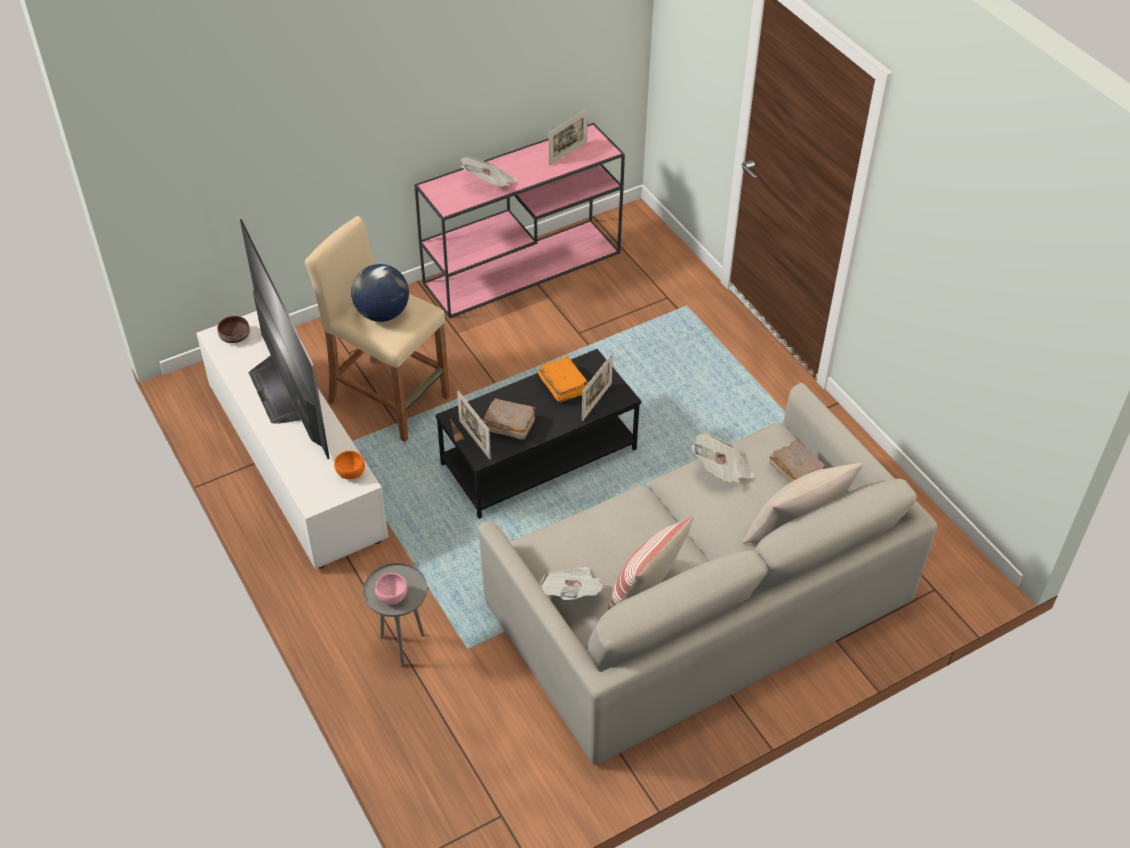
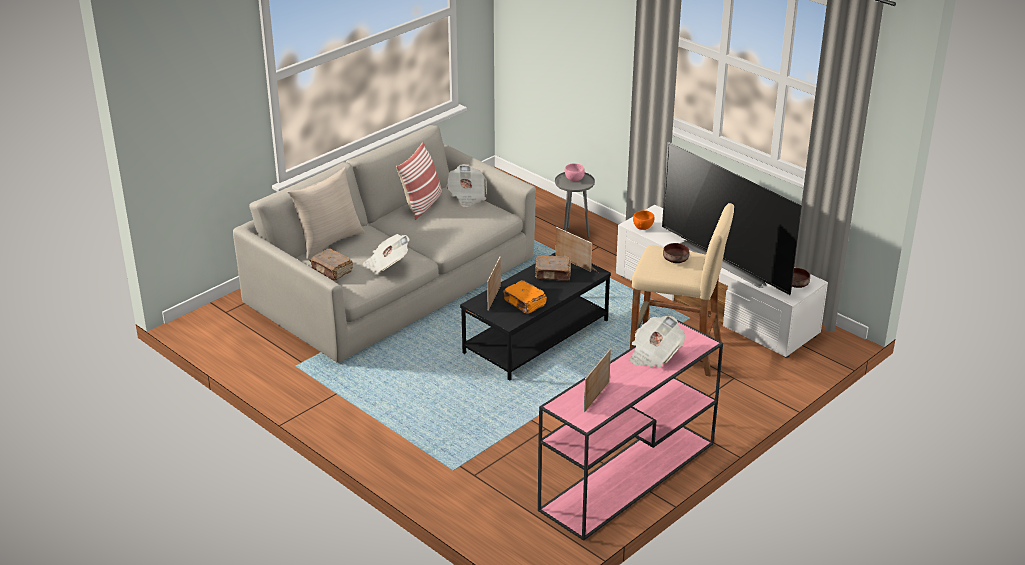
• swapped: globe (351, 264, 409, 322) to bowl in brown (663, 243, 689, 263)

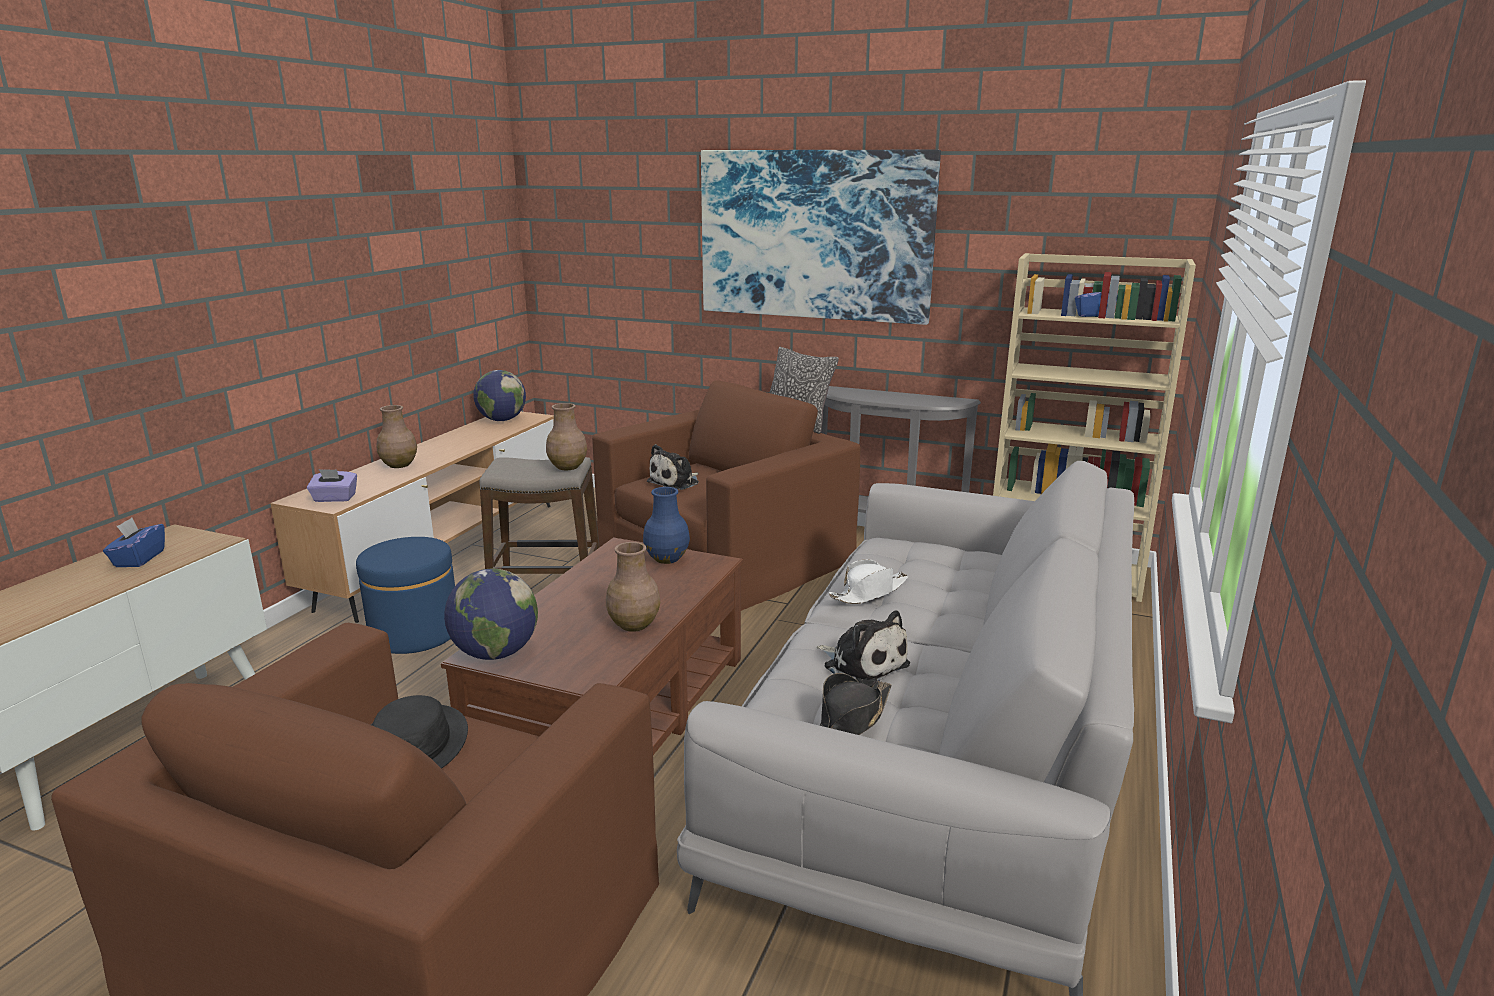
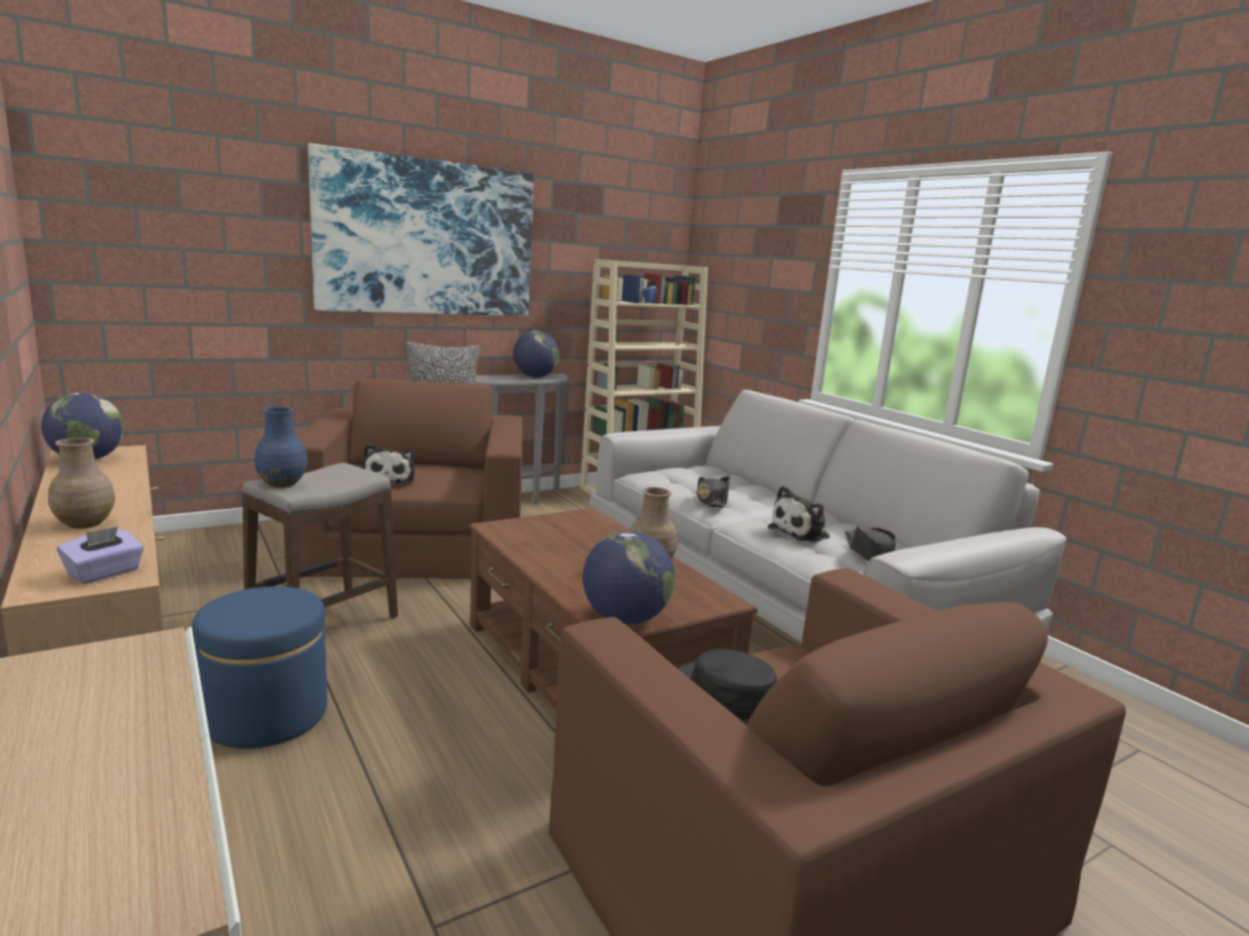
• shifted: vase in blue (643, 487, 690, 564) to (254, 407, 308, 488)
• new: globe (513, 331, 560, 378)
• repainted: hat in white (829, 559, 908, 604) to hat in black (696, 476, 730, 508)
• rotated: plush toy (817, 610, 910, 687) = (768, 486, 830, 543) 150 degrees clockwise
• gone: tissue box in blue (103, 518, 165, 567)
• gone: vase in brown (546, 403, 587, 470)

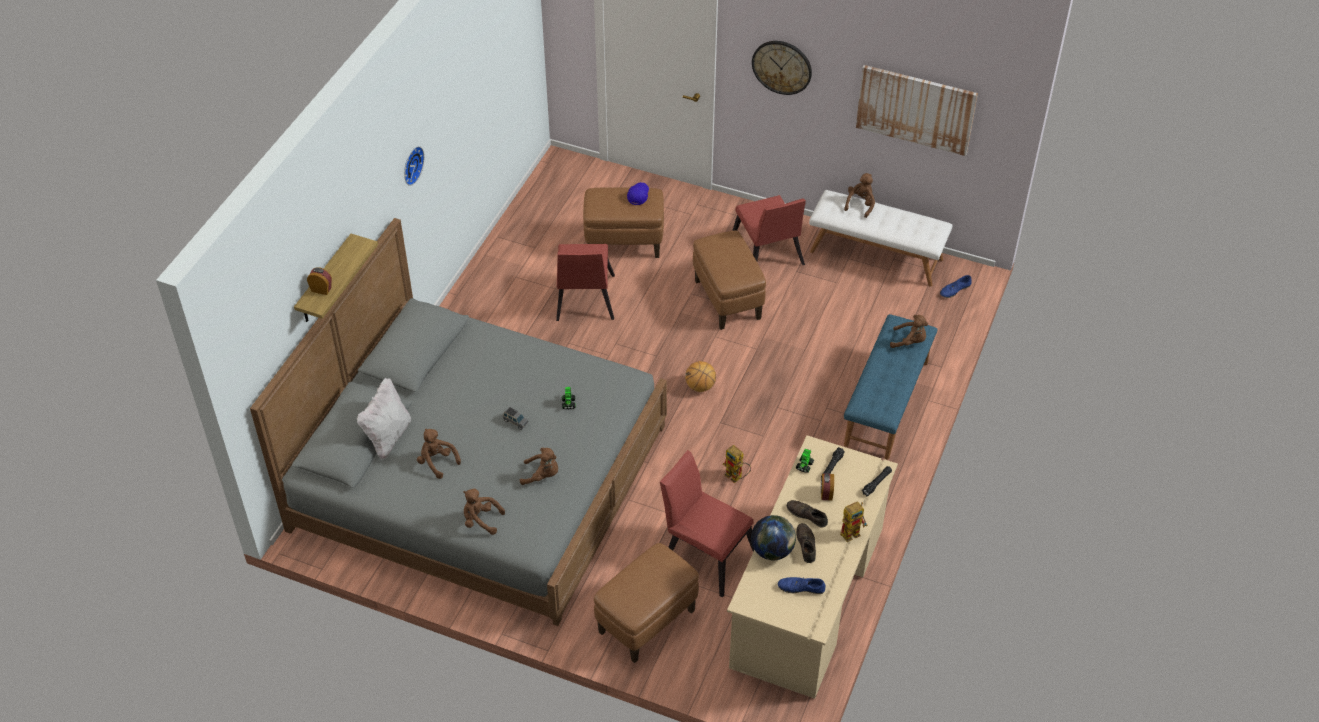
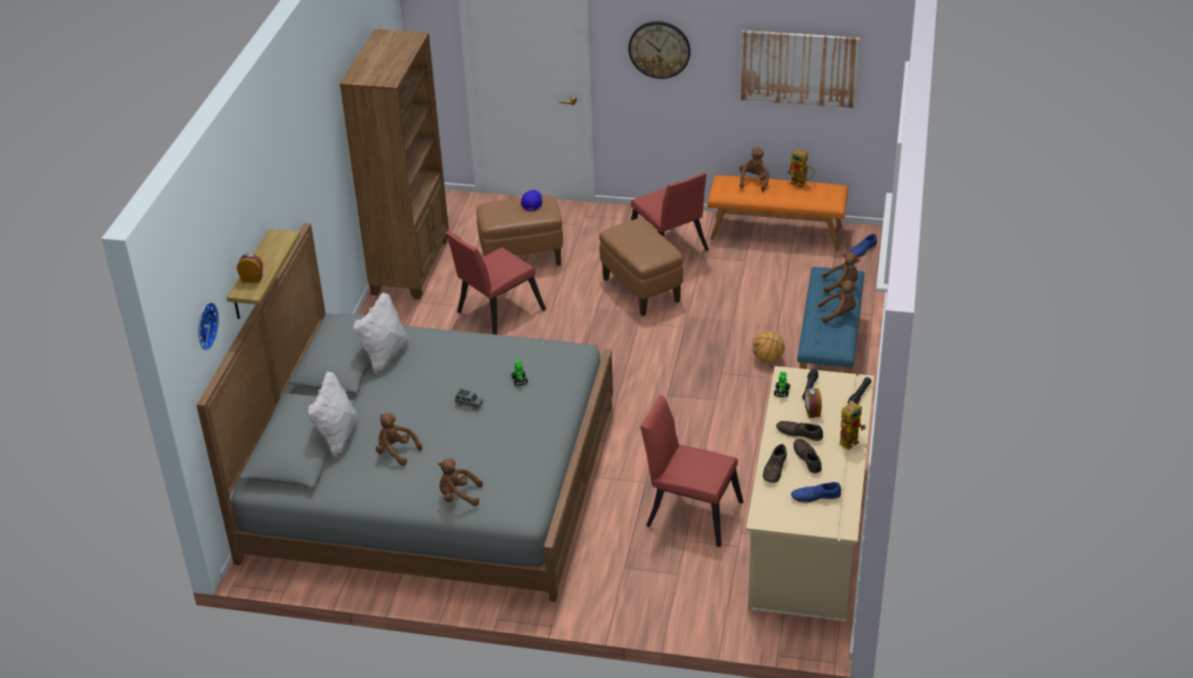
• shifted: wall clock (404, 146, 424, 186) to (198, 302, 219, 351)
• new: bookcase in brown (340, 29, 449, 300)
• new: pillow in white (353, 292, 409, 374)
• rotated: chair in red (556, 244, 615, 321) = (446, 232, 546, 335) 60 degrees clockwise
• repainted: bench in white (809, 190, 952, 287) to bench in orange (707, 175, 848, 251)
• shifted: basketball (685, 361, 716, 392) to (752, 331, 784, 363)
• swapped: globe (751, 515, 796, 560) to shoe in brown (763, 444, 787, 483)
• shifted: toy robot (723, 445, 751, 483) to (787, 149, 815, 188)
• shifted: plush toy in brown (520, 448, 558, 485) to (818, 280, 858, 323)
• gone: ottoman in brown (594, 543, 699, 663)

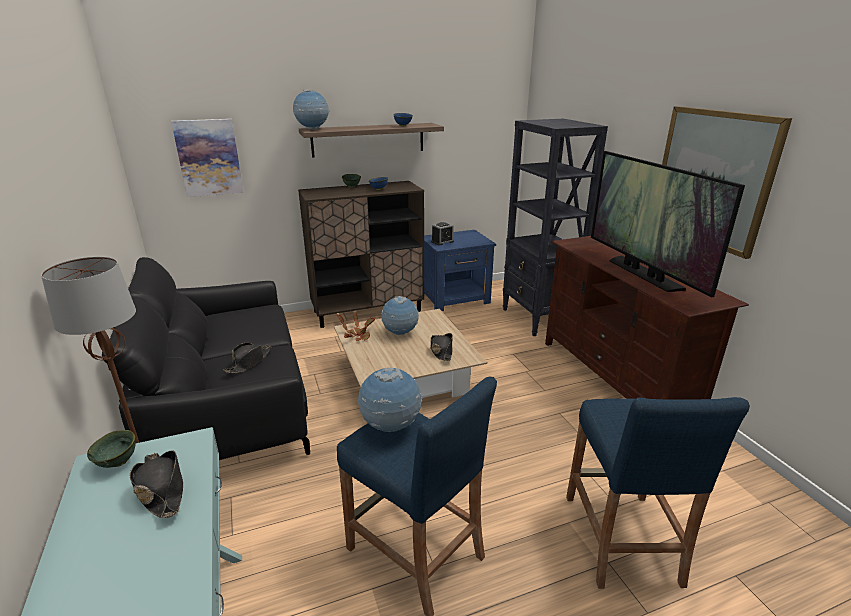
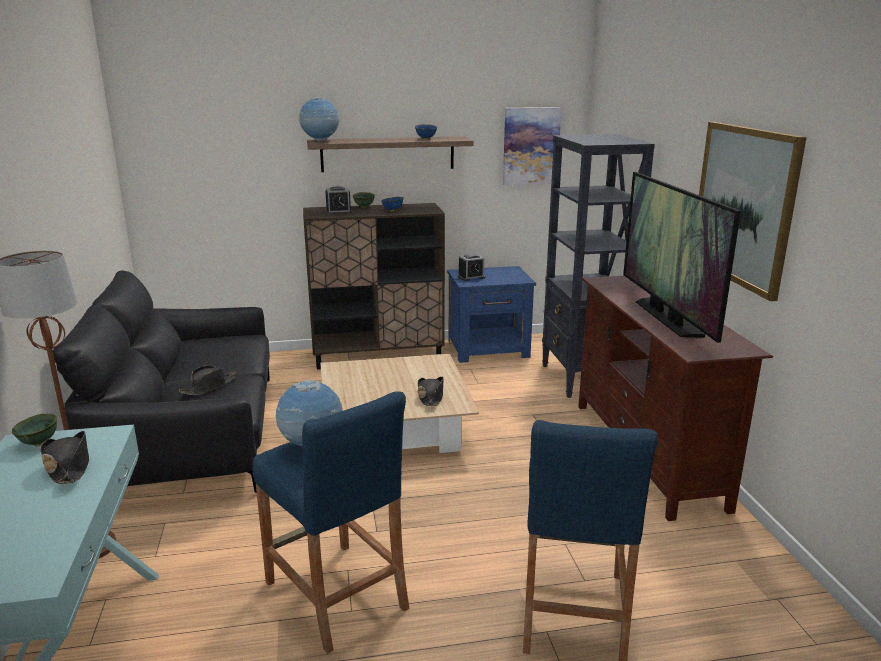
• new: alarm clock (325, 186, 352, 215)
• shifted: picture (171, 119, 244, 197) to (503, 107, 562, 185)
• gone: potted plant (337, 312, 375, 341)
• gone: globe (381, 296, 419, 335)

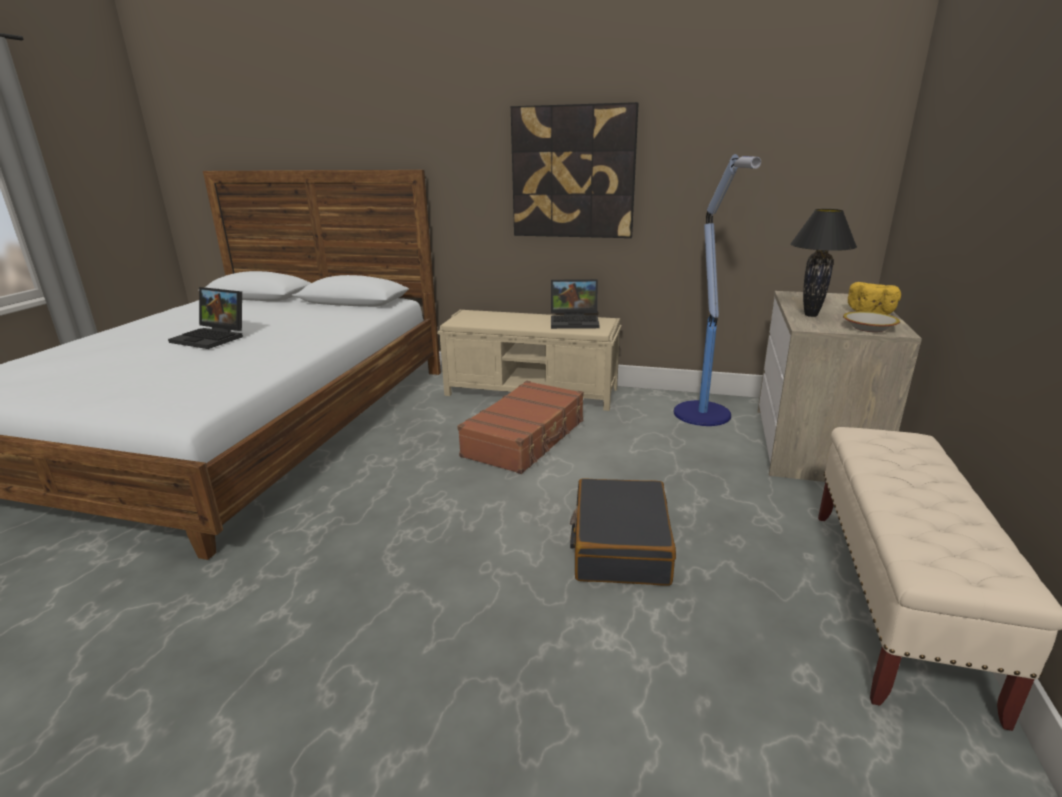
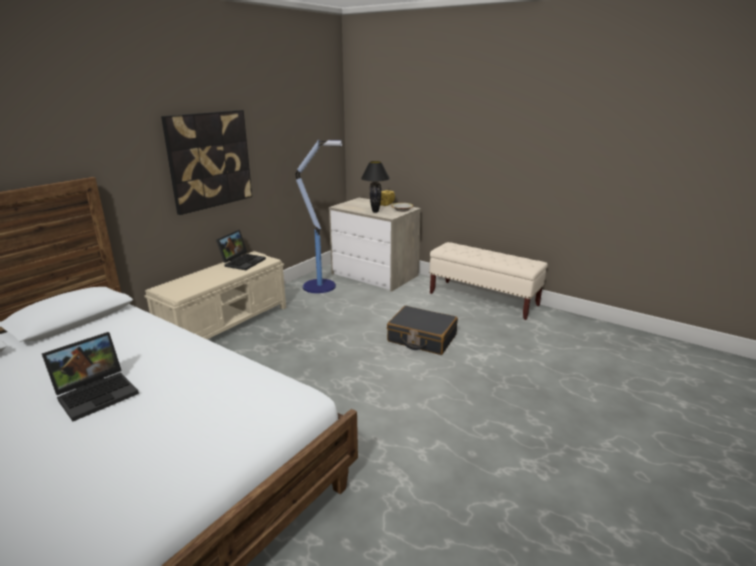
• gone: suitcase in brown (457, 381, 584, 474)

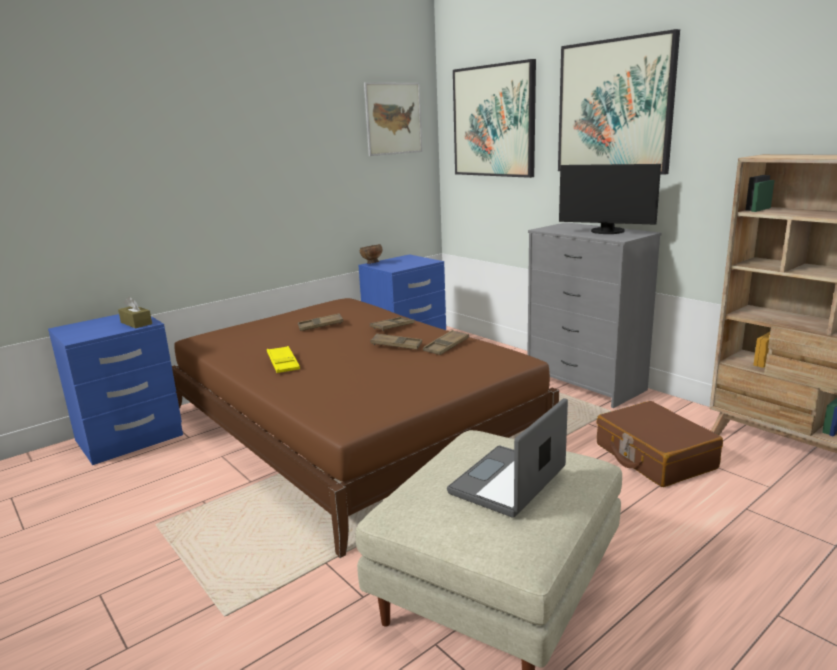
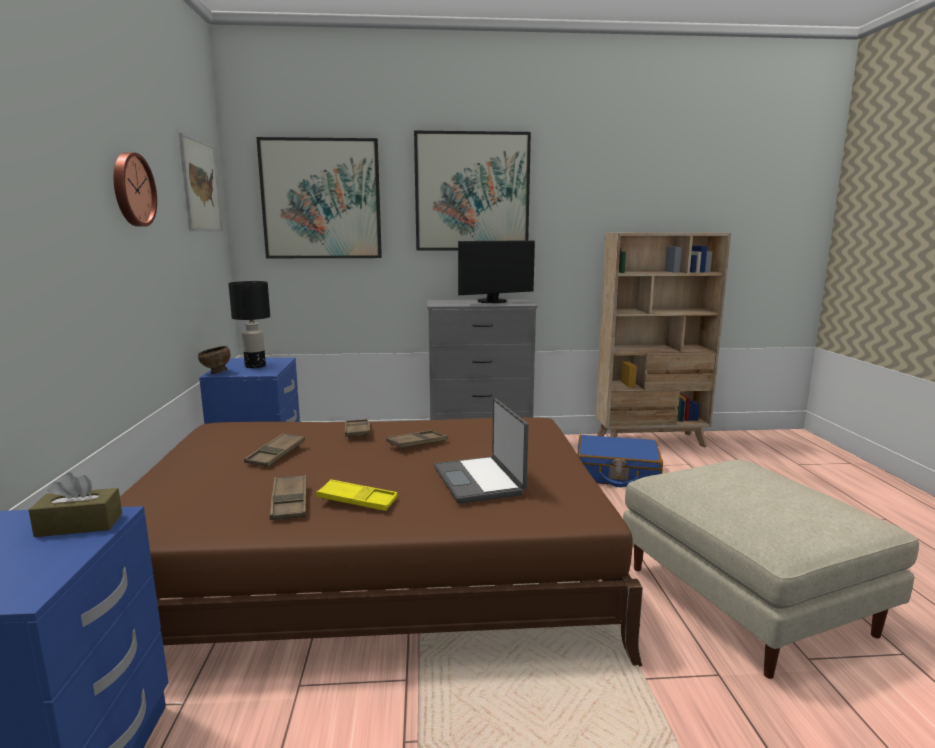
• new: wall clock (113, 152, 157, 227)
• new: table lamp in black (228, 281, 270, 368)
• shifted: tray in brown (423, 330, 469, 355) to (270, 475, 306, 520)
• shifted: laptop (447, 398, 568, 518) to (434, 399, 529, 504)
• repainted: suitcase in brown (597, 401, 723, 487) to suitcase in blue (578, 435, 663, 487)

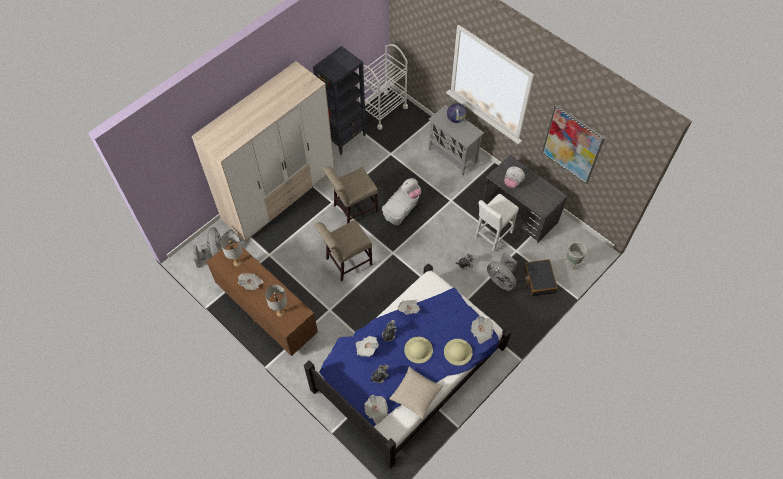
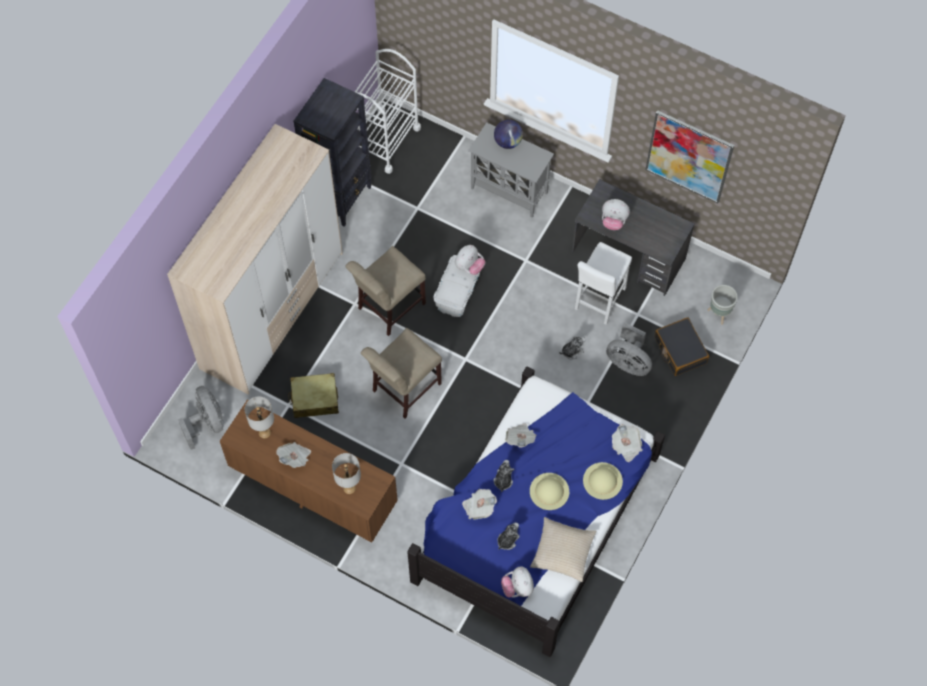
• new: suitcase in beige (288, 373, 339, 418)
• swapped: newspaper (364, 395, 389, 424) to plush toy (501, 566, 534, 598)

